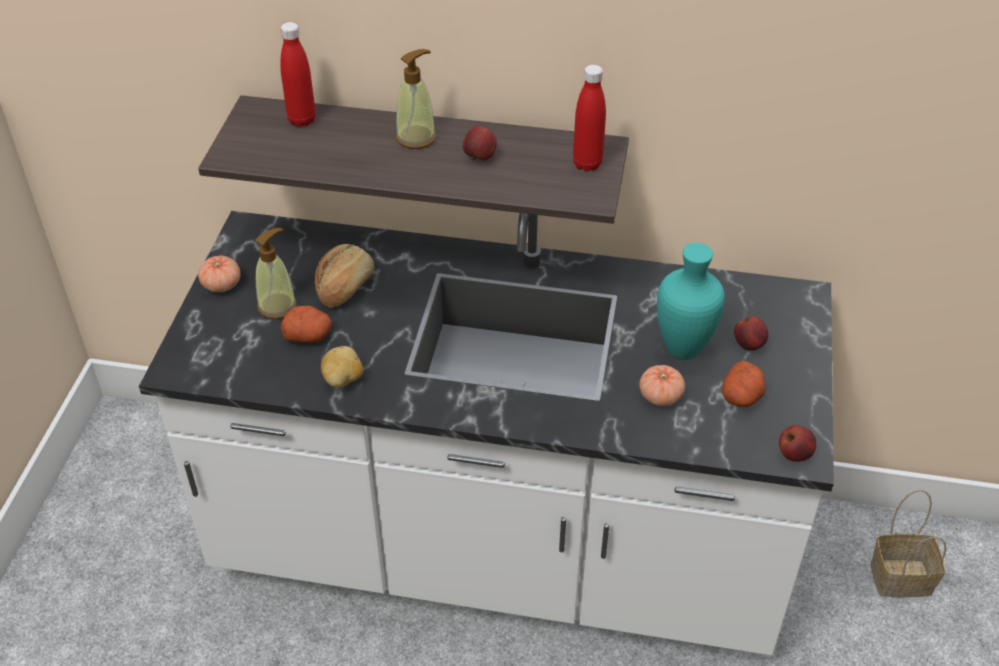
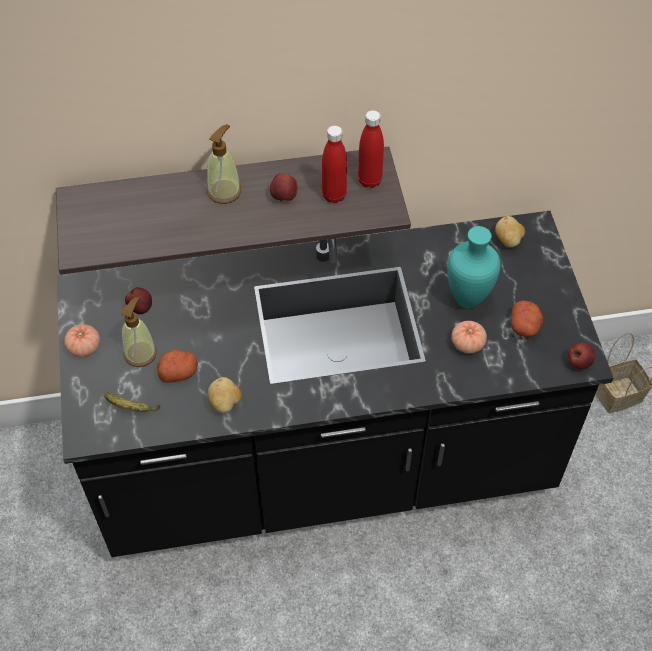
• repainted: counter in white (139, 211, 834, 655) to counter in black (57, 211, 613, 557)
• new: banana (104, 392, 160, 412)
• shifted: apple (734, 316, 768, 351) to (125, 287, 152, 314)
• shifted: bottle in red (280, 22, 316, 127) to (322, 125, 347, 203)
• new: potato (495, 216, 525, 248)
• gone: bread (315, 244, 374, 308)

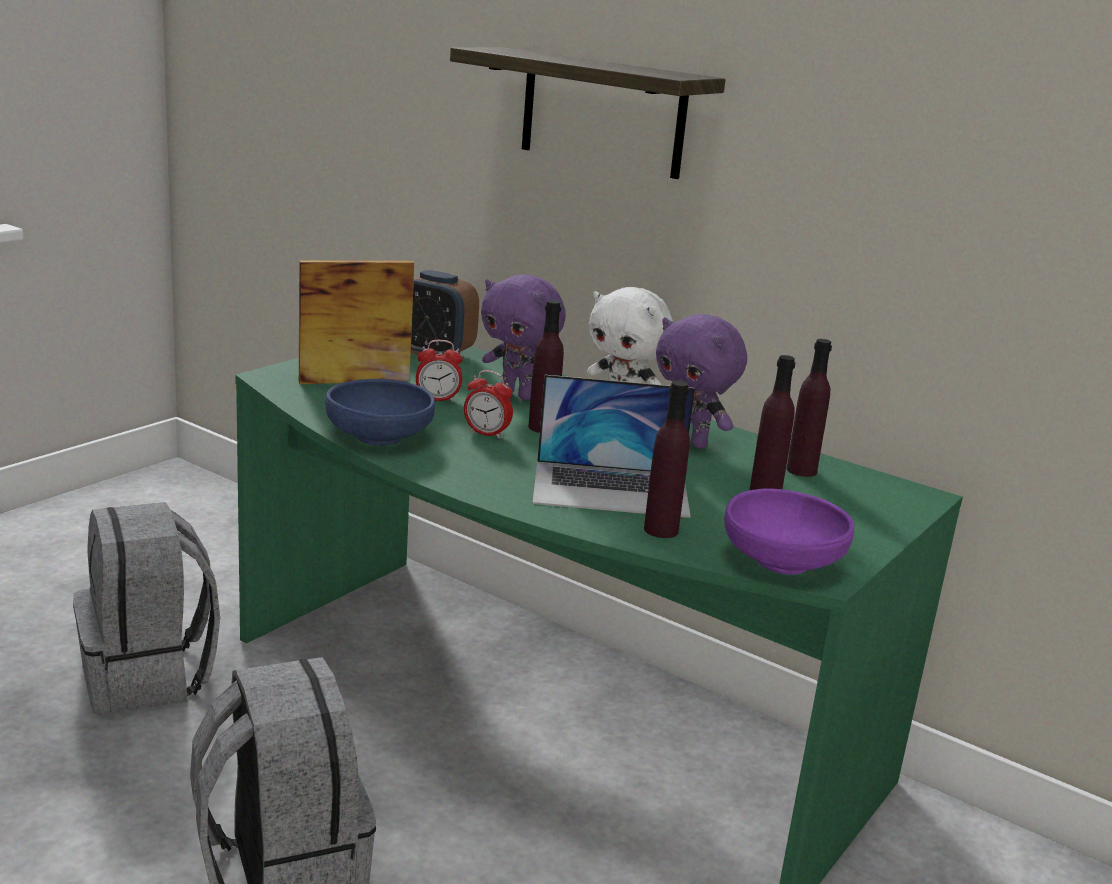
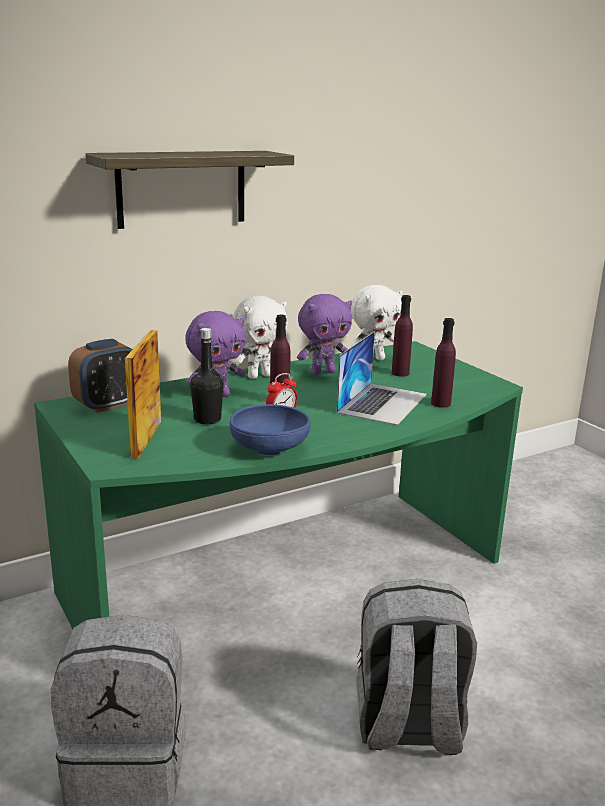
• swapped: alarm clock (416, 340, 463, 402) to bottle in black (190, 328, 224, 424)
• swapped: bottle in purple (787, 339, 832, 477) to plush toy in white (350, 285, 403, 360)
• gone: bowl in purple (724, 489, 855, 575)

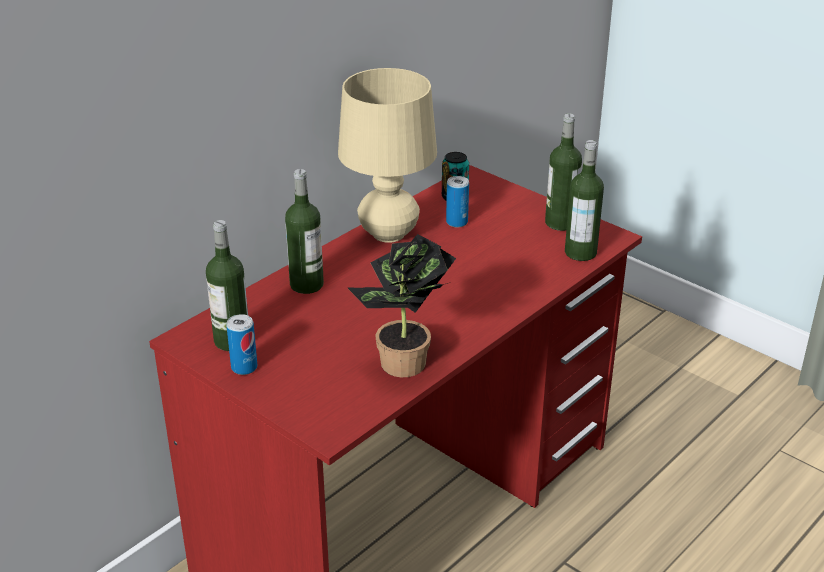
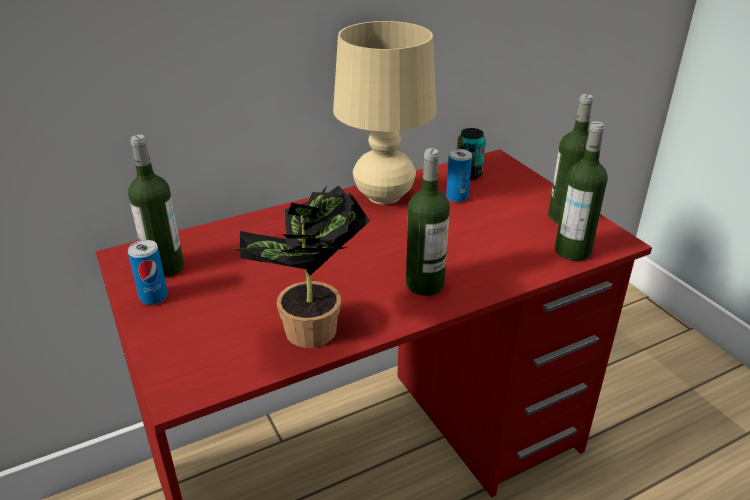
• shifted: bottle (285, 169, 324, 294) to (406, 148, 450, 296)

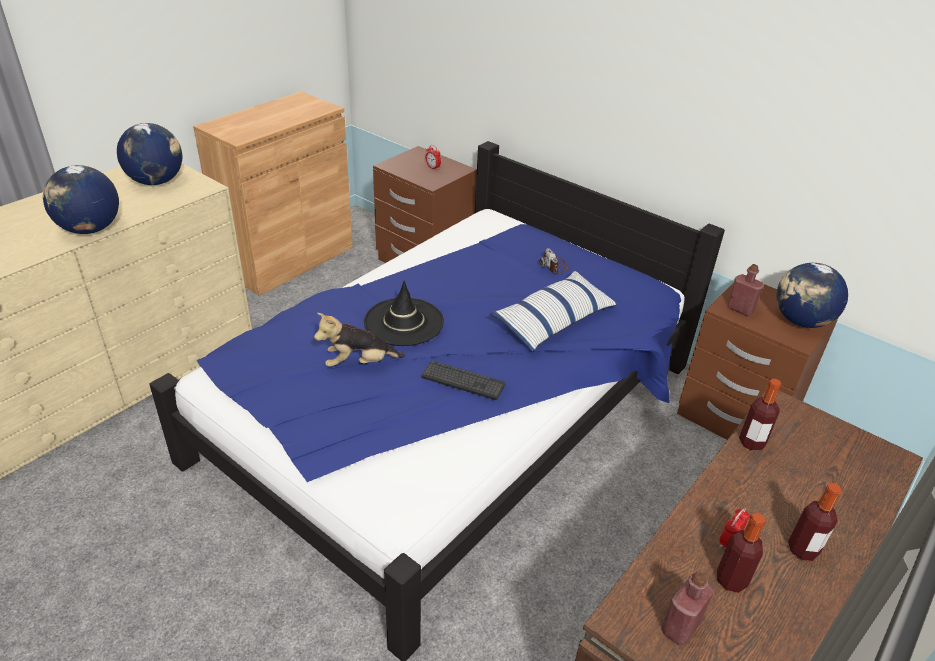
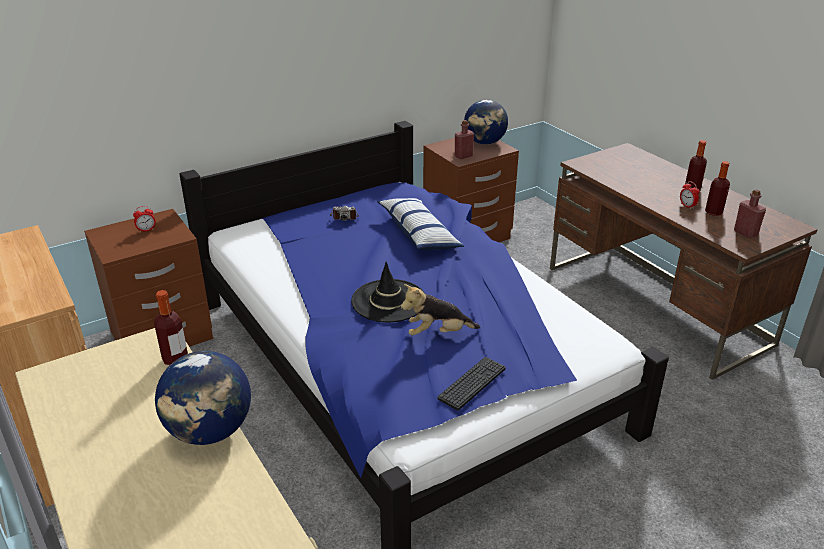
• shifted: bottle (739, 379, 781, 451) to (154, 290, 188, 365)
• rotated: plush toy (314, 313, 405, 367) = (401, 284, 480, 335) 75 degrees clockwise
• shifted: keyboard (421, 361, 506, 400) to (438, 357, 505, 410)
• gone: globe (117, 123, 182, 185)

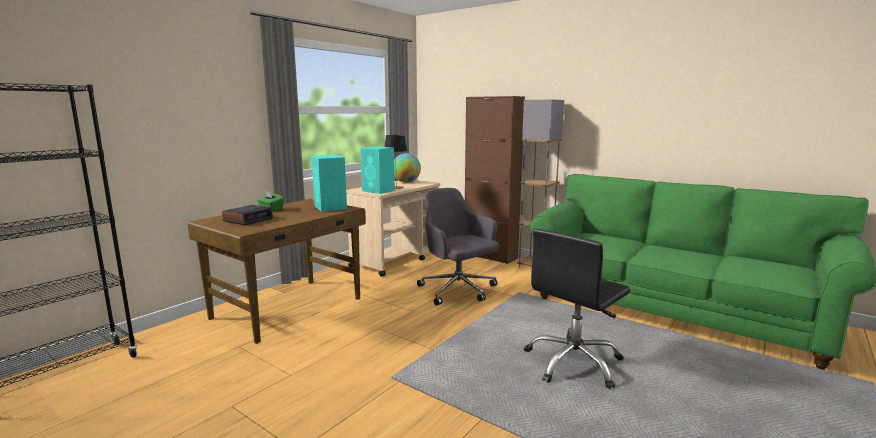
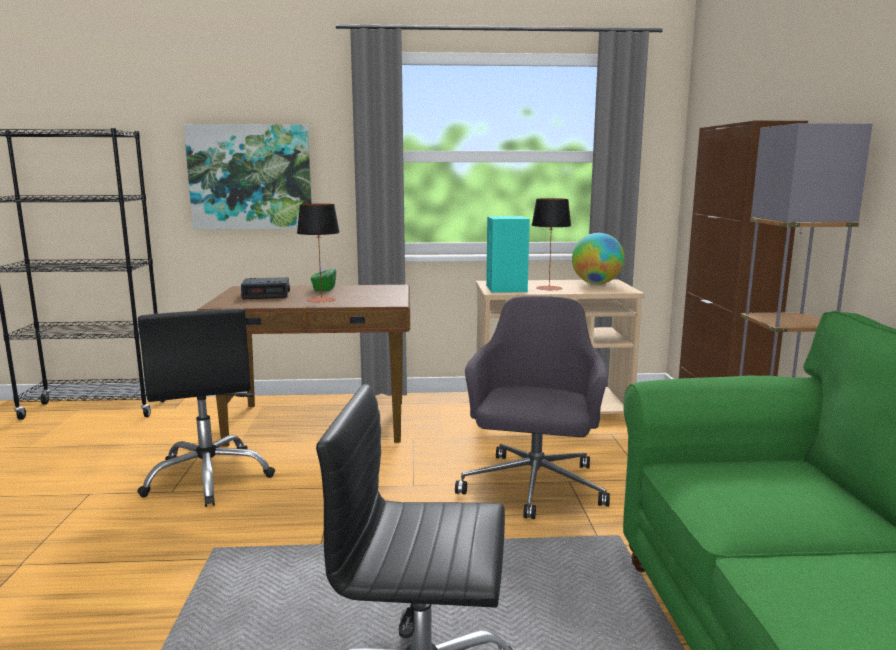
• new: office chair in black (137, 309, 275, 507)
• new: picture (184, 124, 312, 230)
• new: table lamp (297, 204, 340, 302)
• gone: speaker in turquoise (312, 155, 347, 212)

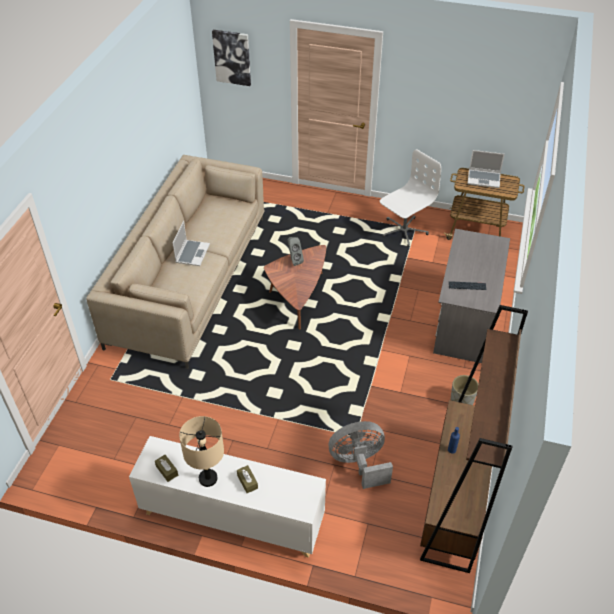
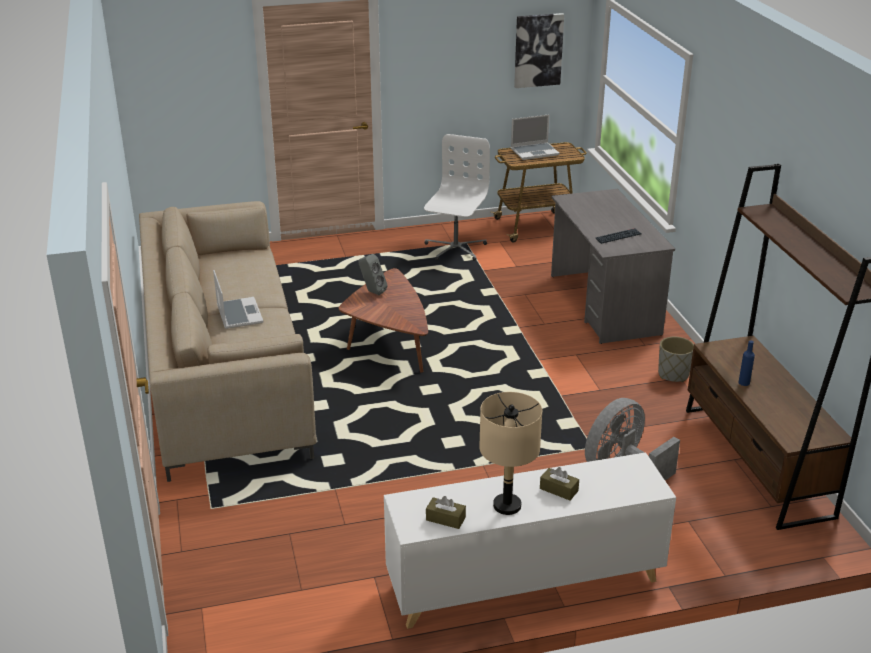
• shifted: picture (212, 30, 251, 86) to (514, 13, 564, 88)

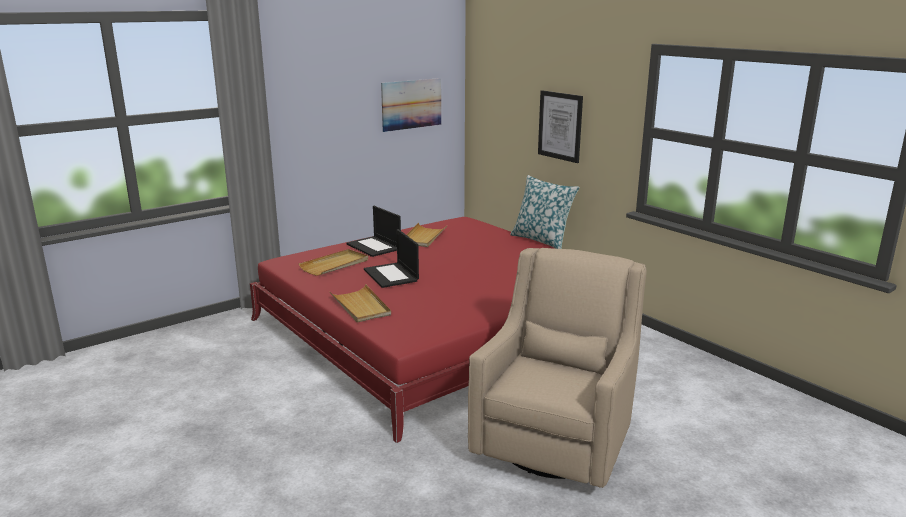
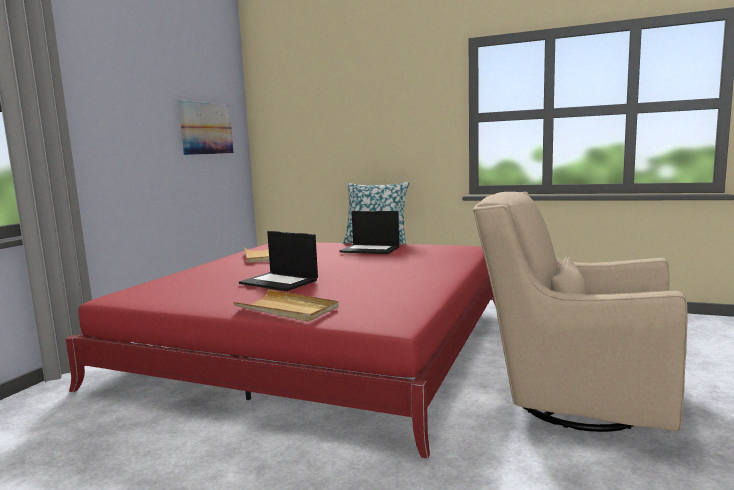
• shifted: laptop (346, 206, 401, 257) to (339, 211, 399, 254)
• rotated: armchair in beige (468, 248, 647, 488) = (473, 192, 687, 432) 60 degrees counterclockwise
• gone: tray in beige (299, 249, 368, 276)
• gone: picture (538, 90, 583, 163)

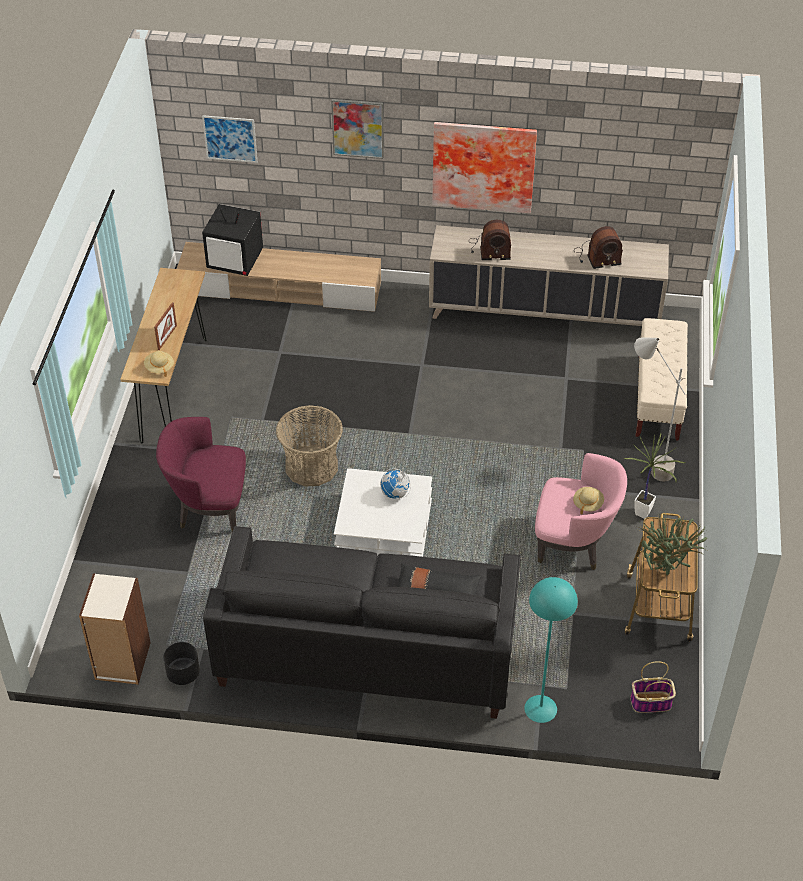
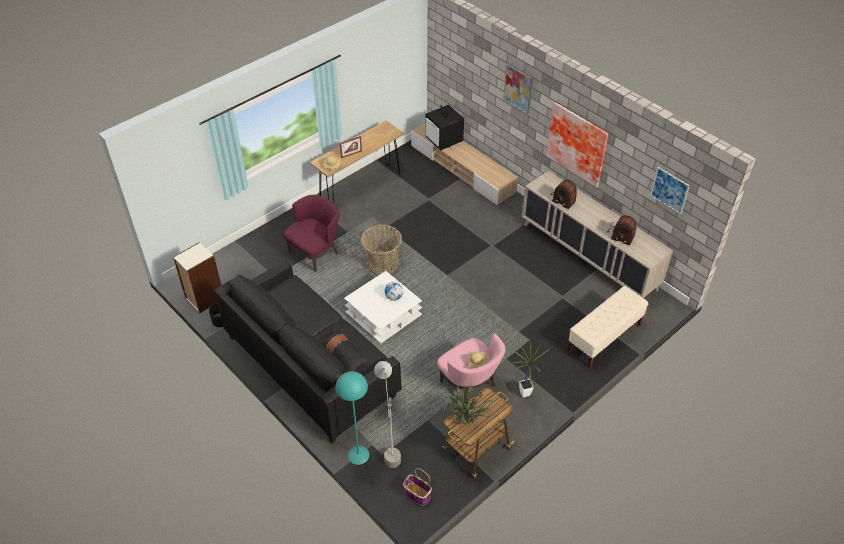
• rotated: armchair in purple (156, 417, 246, 532) = (283, 195, 339, 272) 90 degrees clockwise
• shifted: floor lamp in grey (634, 337, 686, 481) to (374, 361, 401, 468)
• shifted: picture (202, 115, 257, 163) to (650, 167, 690, 214)

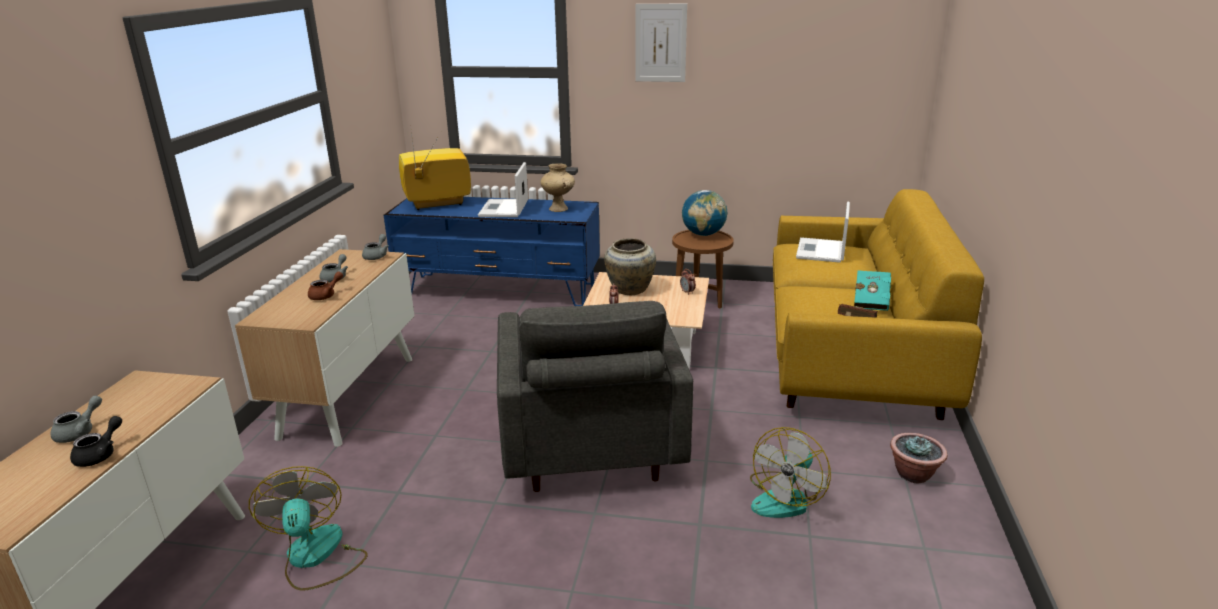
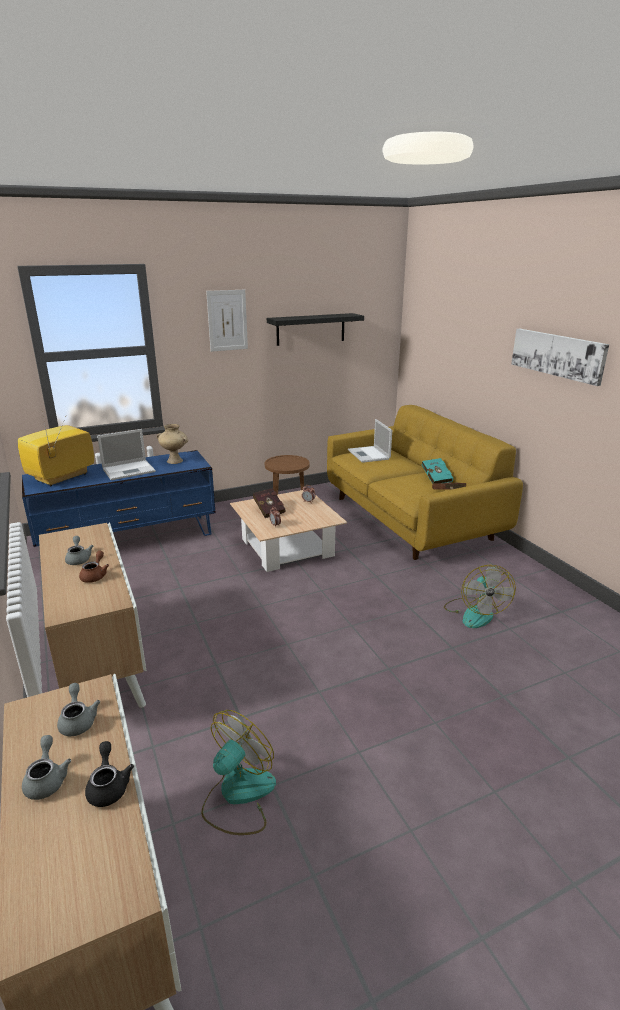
• shifted: teapot in grey (362, 234, 389, 260) to (57, 683, 100, 736)
• rotated: laptop (478, 162, 528, 217) = (97, 429, 156, 480) 90 degrees counterclockwise
• rotated: fan (249, 466, 367, 591) = (201, 710, 276, 835) 90 degrees clockwise
• swapped: vase in beige (604, 238, 656, 295) to book in red (253, 488, 286, 518)
• new: shelf in black (267, 313, 364, 346)
• new: picture (511, 329, 609, 386)
• gone: armchair in grey (497, 301, 693, 492)
• gone: globe (682, 190, 727, 236)
• gone: potted plant (890, 433, 948, 483)

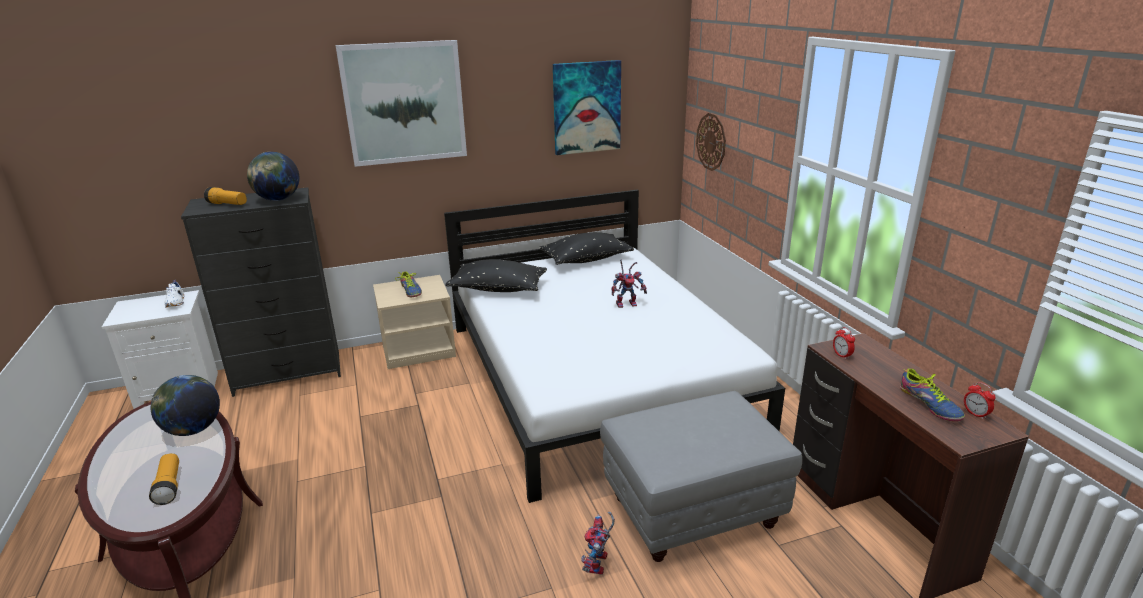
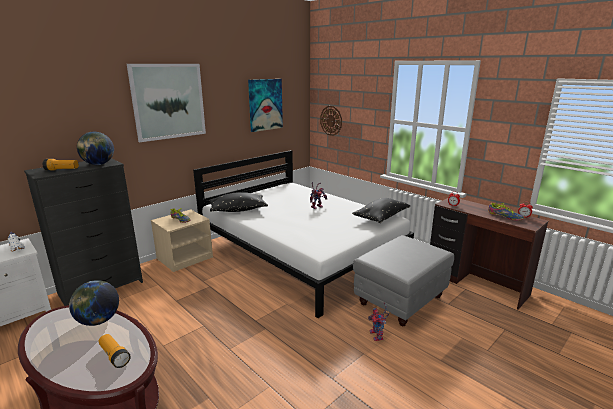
• shifted: pillow in black (540, 232, 634, 265) to (352, 198, 411, 223)

